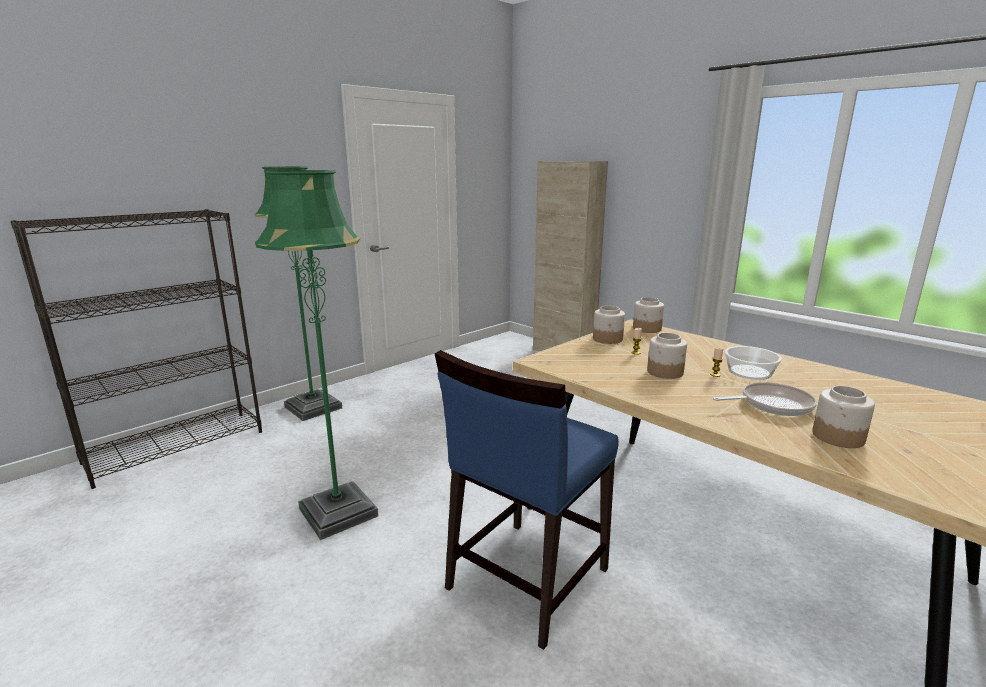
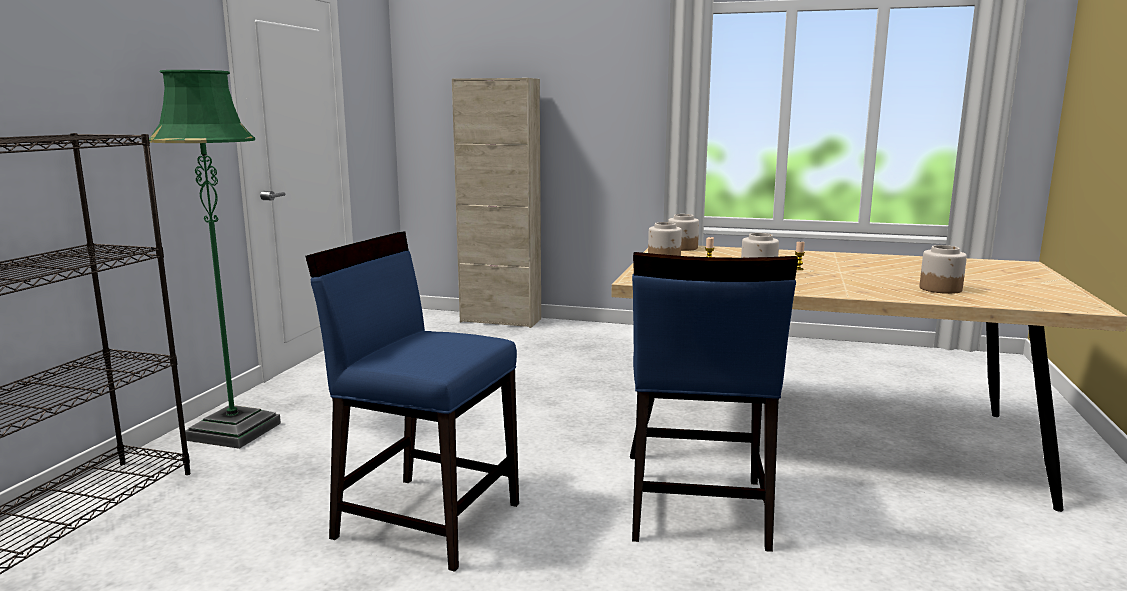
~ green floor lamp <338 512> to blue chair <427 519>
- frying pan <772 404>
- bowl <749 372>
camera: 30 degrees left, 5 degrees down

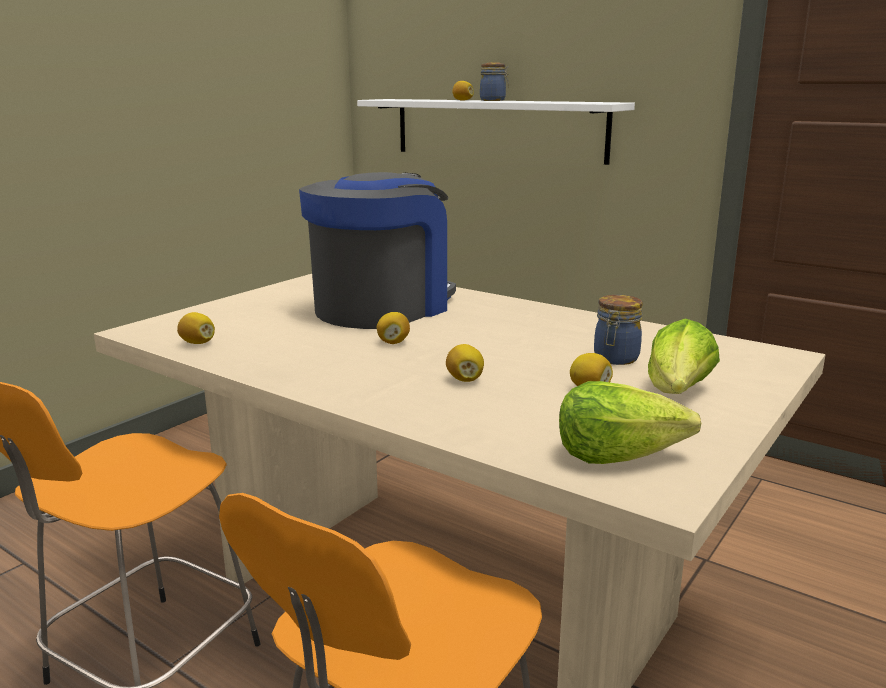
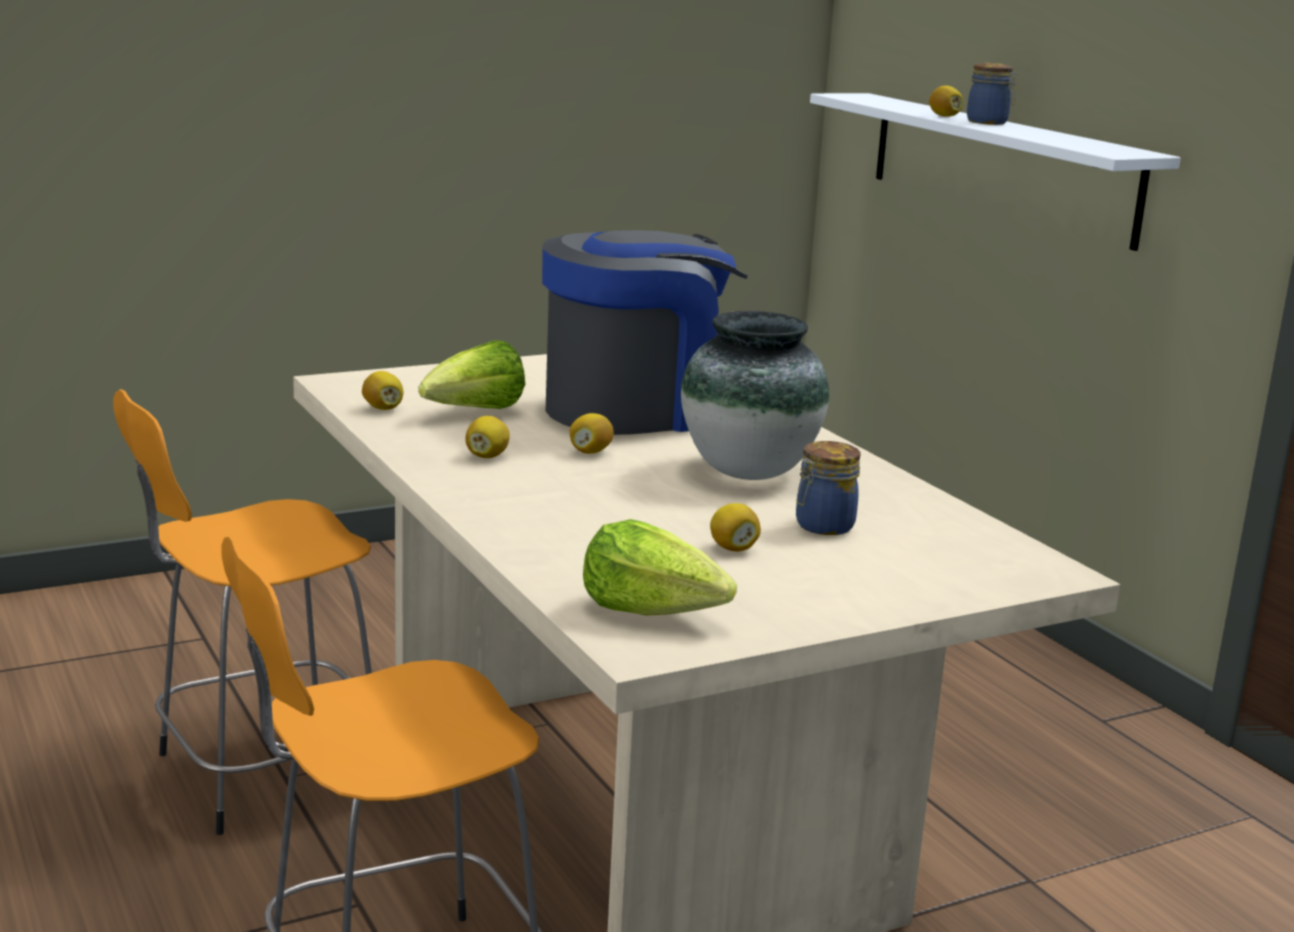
~ lettuce <678 394> to <475 412>
~ lemon <465 379> to <487 456>
+ vase <748 471>
camera: 25 degrees right, 0 degrees up

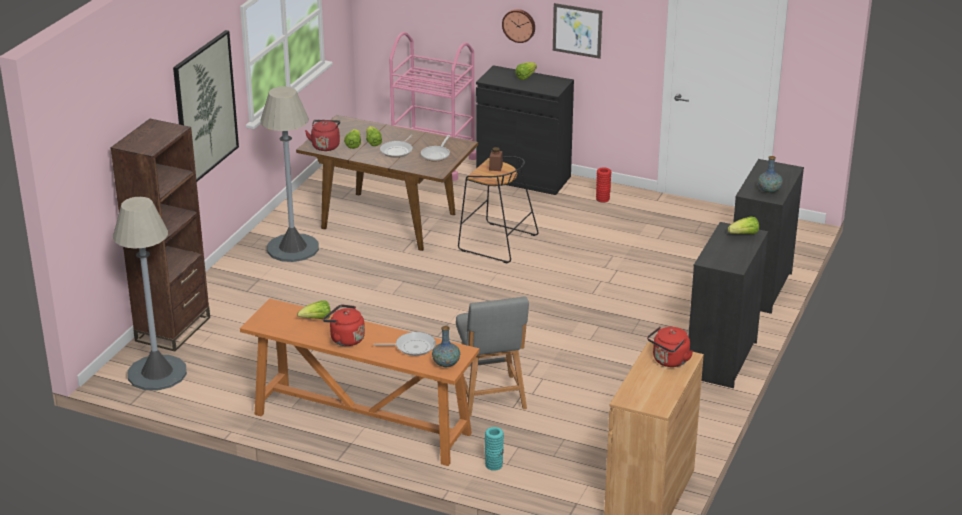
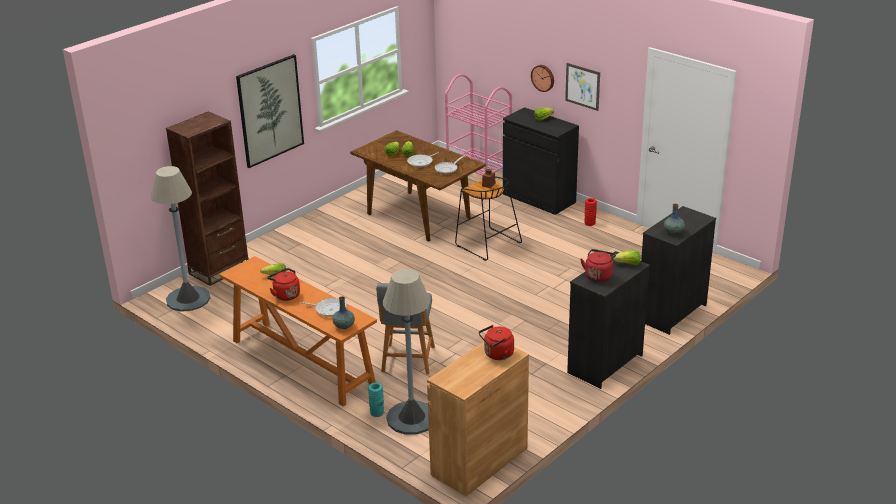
~ grey floor lamp <293 248> to <412 418>
~ red kettle <325 145> to <598 275>
camera: 20 degrees right, 0 degrees up

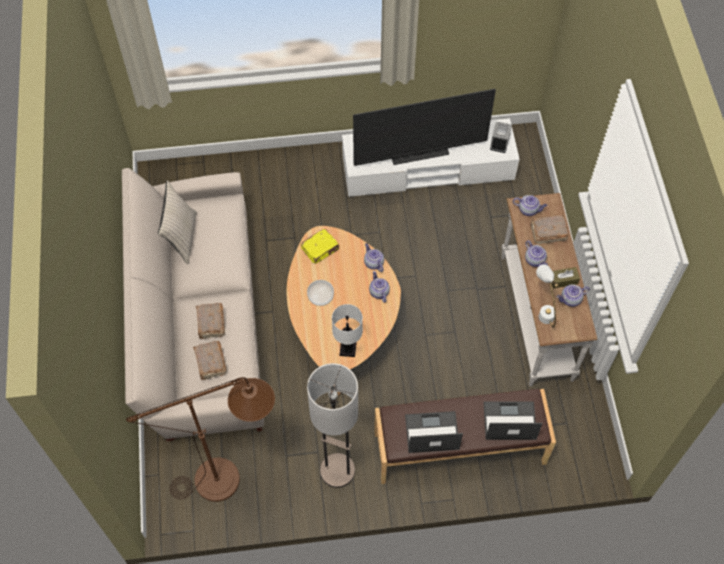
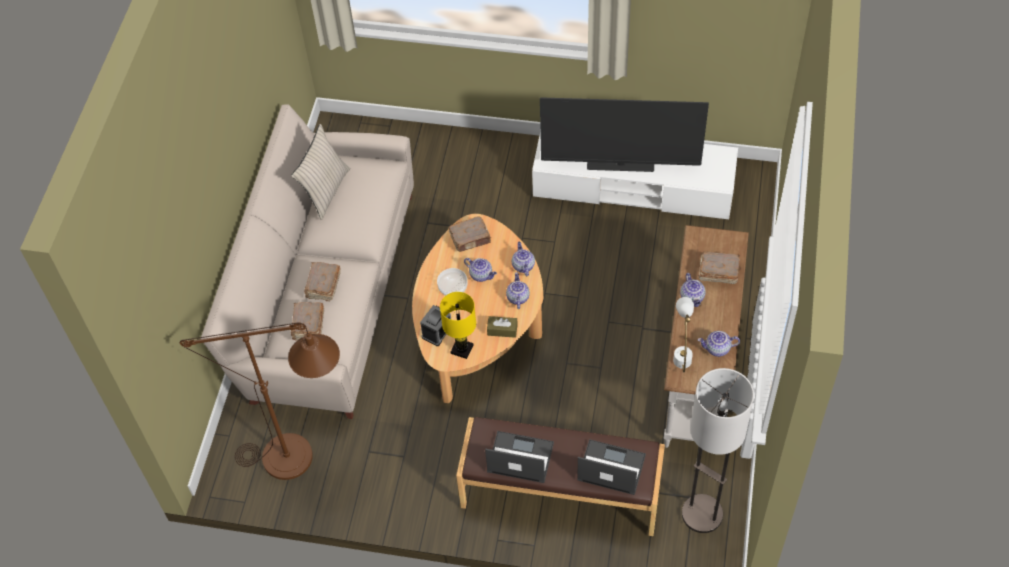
~ alarm clock <499 142> to <437 331>
~ white table lamp <347 349> to yellow table lamp <462 349>
~ yellow book <320 249> to brown book <470 238>
~ teapot <528 209> to <481 275>
~ brown tissue box <563 280> to <502 330>
~ floor lamp <337 470> to <702 514>
camera: 20 degrees right, 5 degrees down

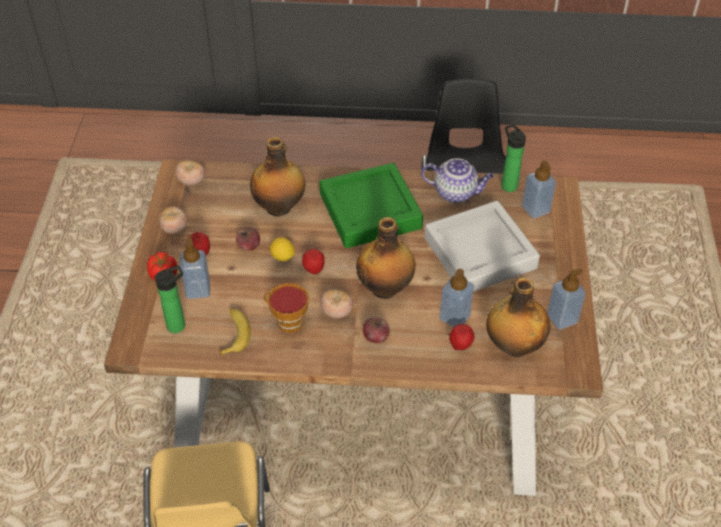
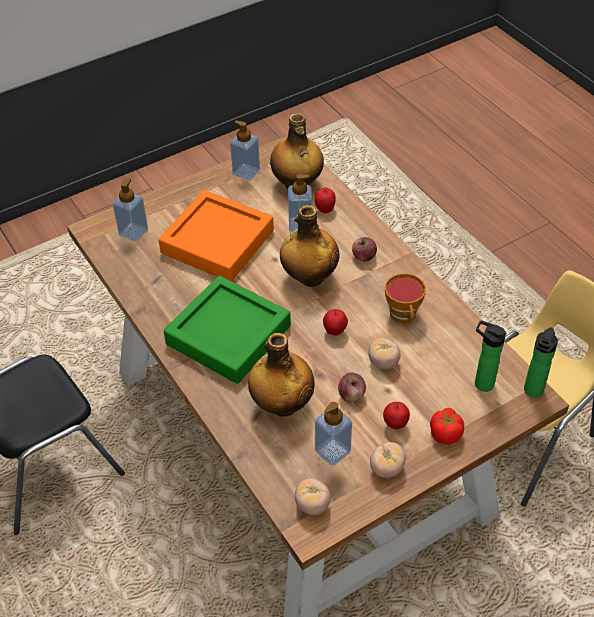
~ grey tray <480 253> to orange tray <217 242>
~ soap dispenser <198 290> to <332 451>
~ tomato <336 312> to <383 362>
~ bottle <507 184> to <532 392>
- banana <234 334>
- lemon <282 257>
- teapot <456 193>
camera: 125 degrees left, 0 degrees up

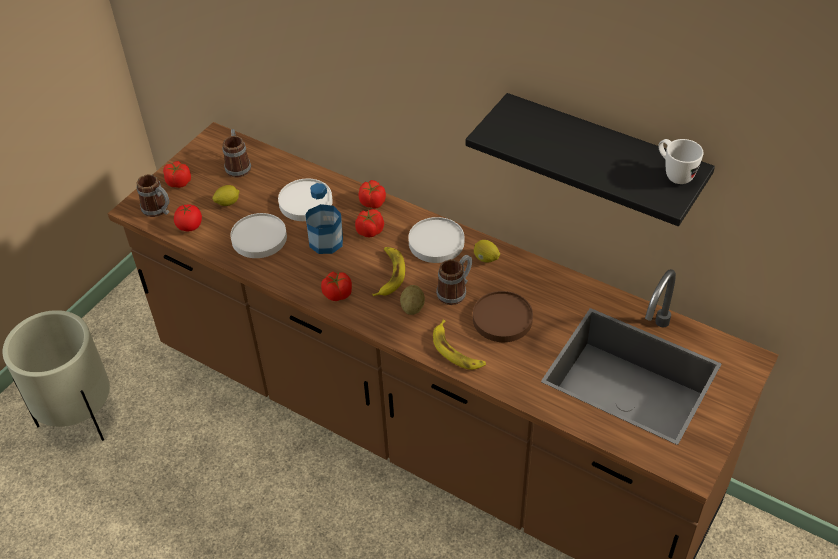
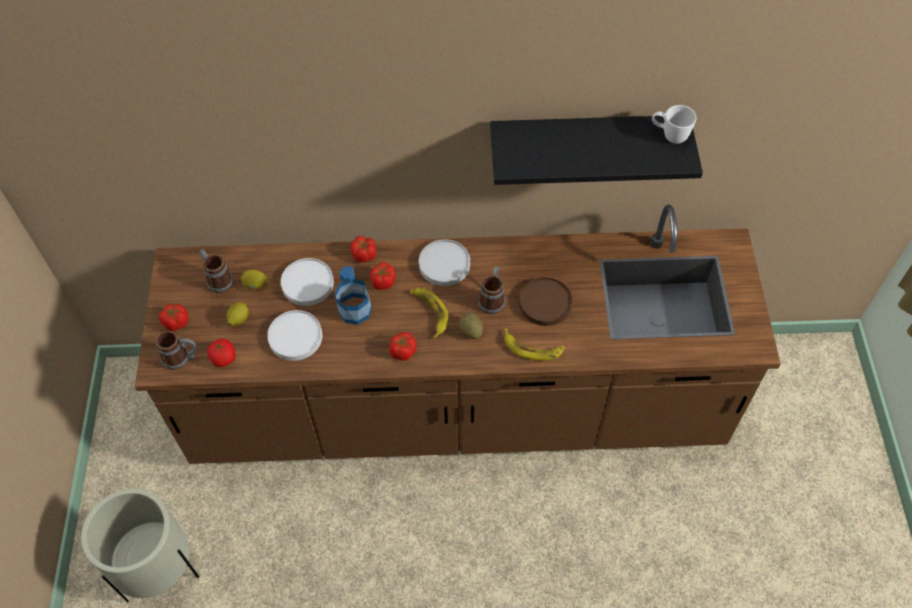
~ lemon <486 259> to <255 285>
camera: 35 degrees left, 10 degrees up

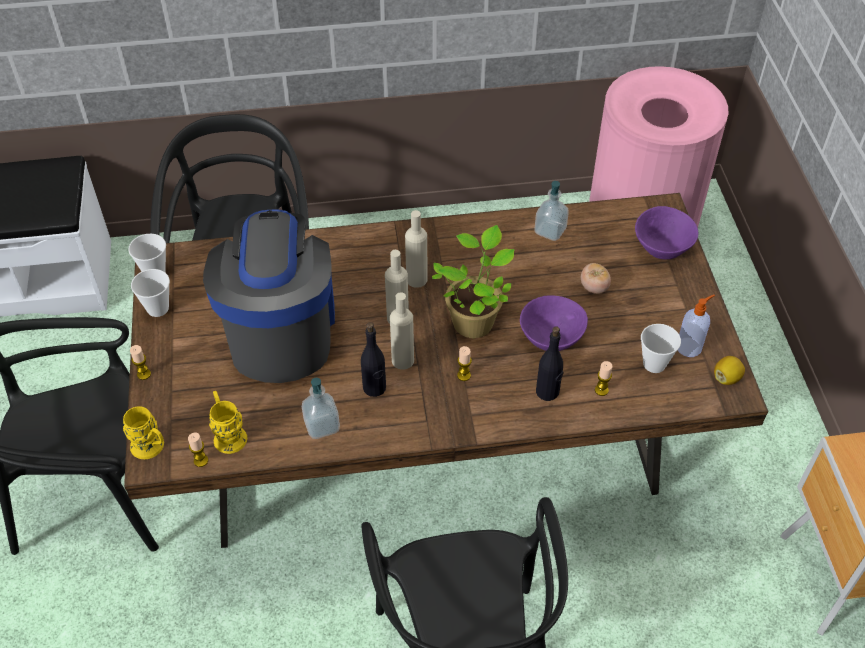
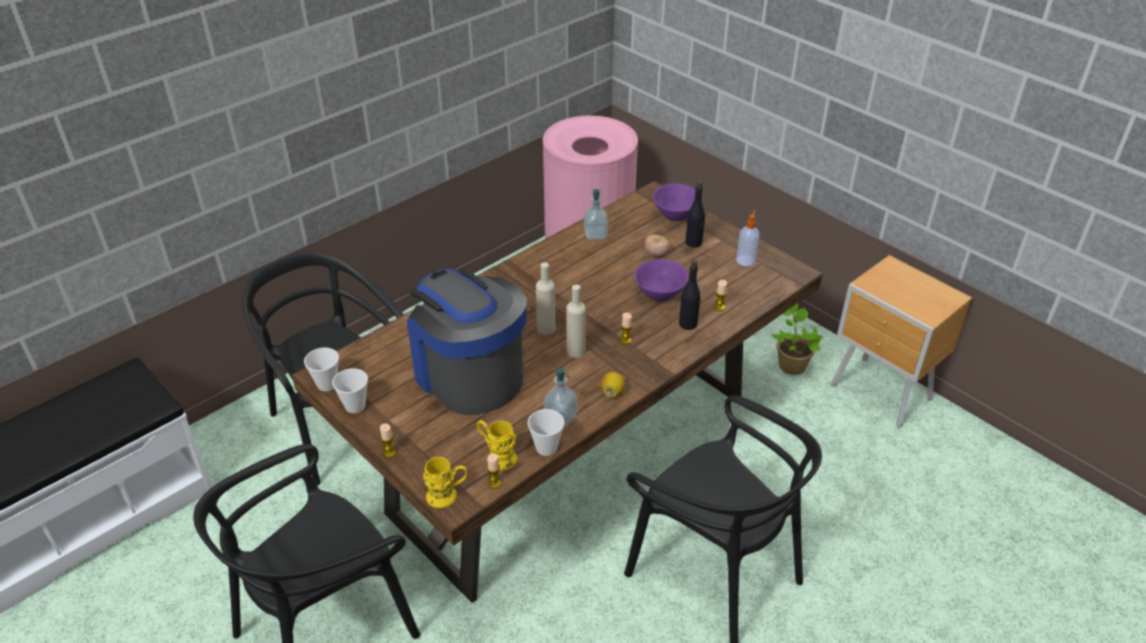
~ cup <654 364> to <546 448>
~ lemon <726 378> to <612 392>
~ black bottle <374 388> to <694 243>
~ potted plant <474 320> to <791 364>
- beige bottle <416 279>
camera: 35 degrees left, 10 degrees down

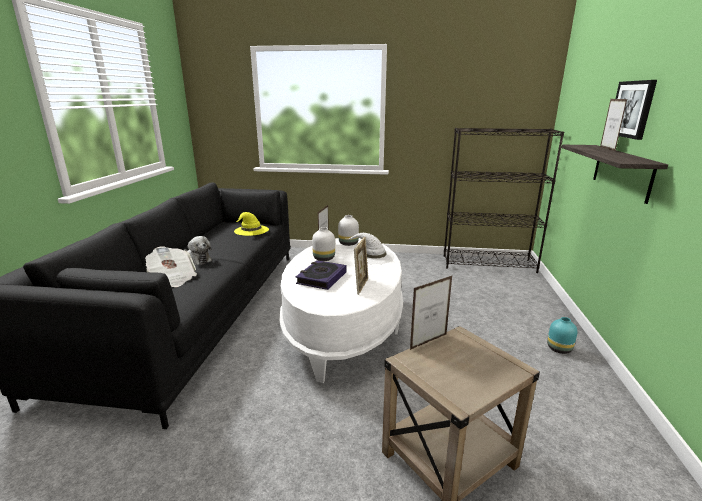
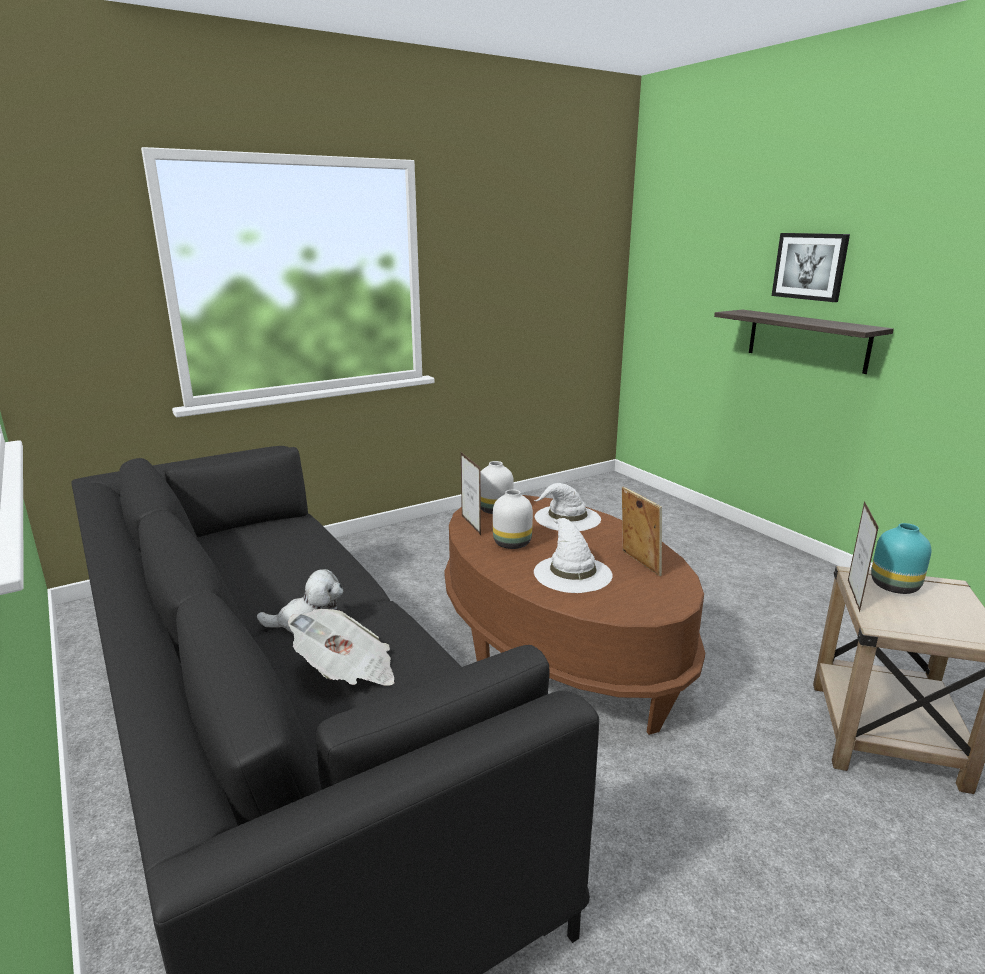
~ white coffee table <343 328> to brown coffee table <559 647>
~ book <321 278> to white hat <571 573>
~ turquoise vase <558 349> to <893 587>
- yellow hat <251 230>
- black bookcase <489 264>
- picture frame <607 149>
camera: 40 degrees left, 0 degrees up

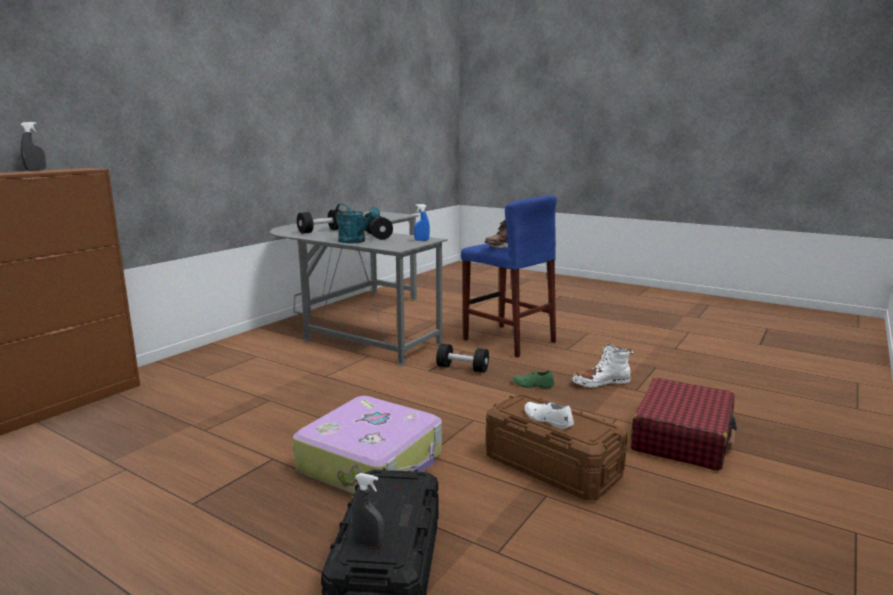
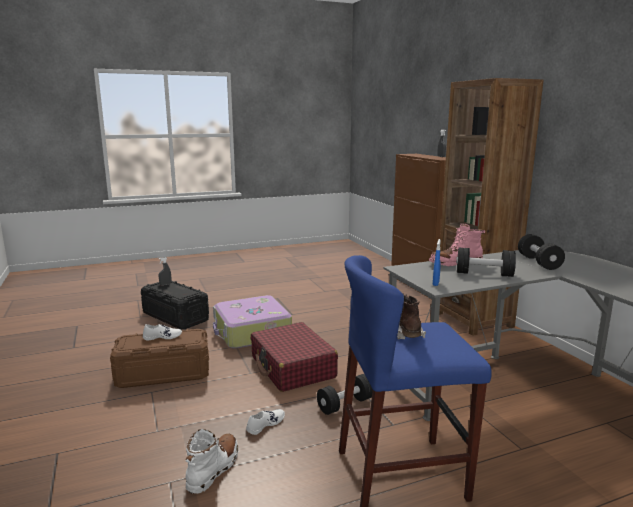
~ green shoe <533 385> to white shoe <265 424>
~ red suitcase <682 438> to <292 367>
~ turquoise watering can <356 241> to pink boot <455 263>
+ brown bookcase <473 320>
camera: 125 degrees right, 0 degrees up

